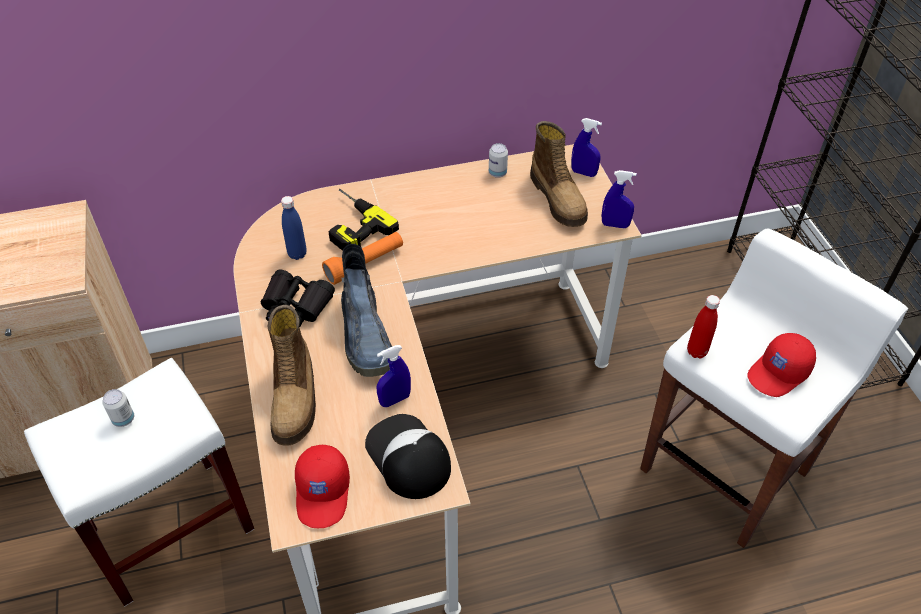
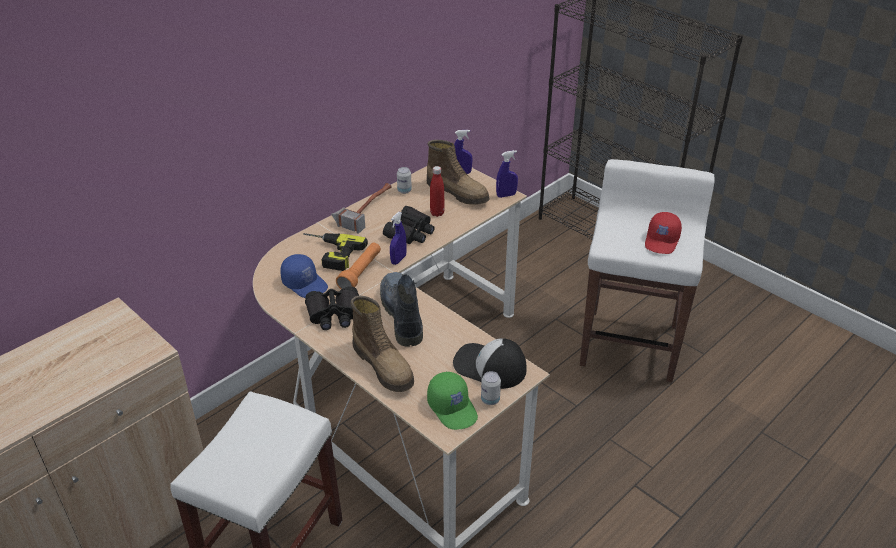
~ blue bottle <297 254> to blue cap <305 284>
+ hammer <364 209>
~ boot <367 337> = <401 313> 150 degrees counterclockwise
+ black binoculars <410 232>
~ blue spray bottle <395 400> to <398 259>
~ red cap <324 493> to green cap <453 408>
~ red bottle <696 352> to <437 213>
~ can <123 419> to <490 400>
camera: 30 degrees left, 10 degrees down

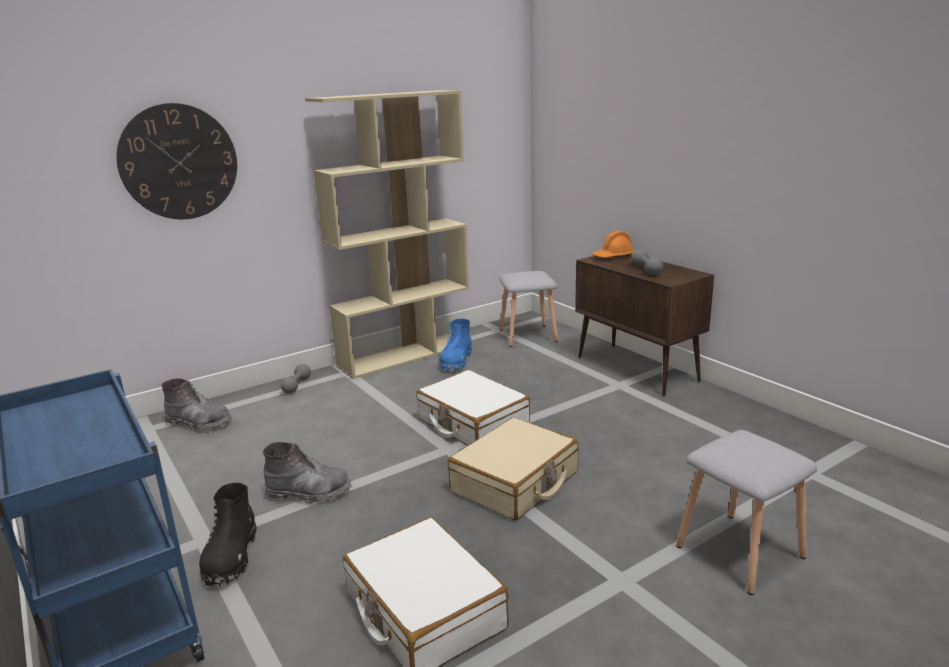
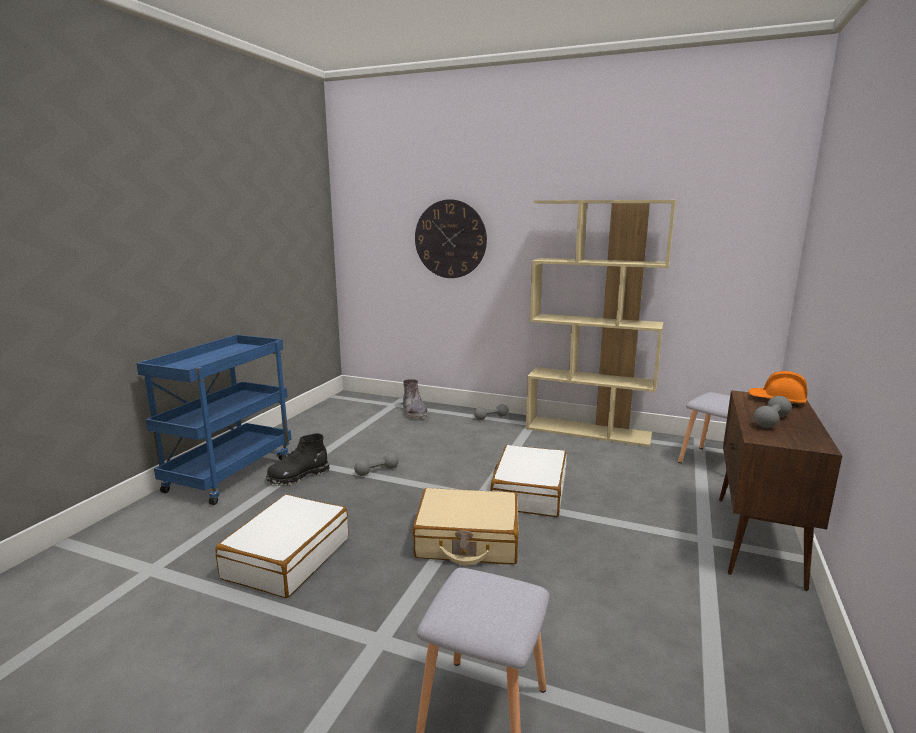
~ grey boot <309 493> to grey dumbbell <377 471>
- blue boot <456 361>
camera: 55 degrees right, 5 degrees down

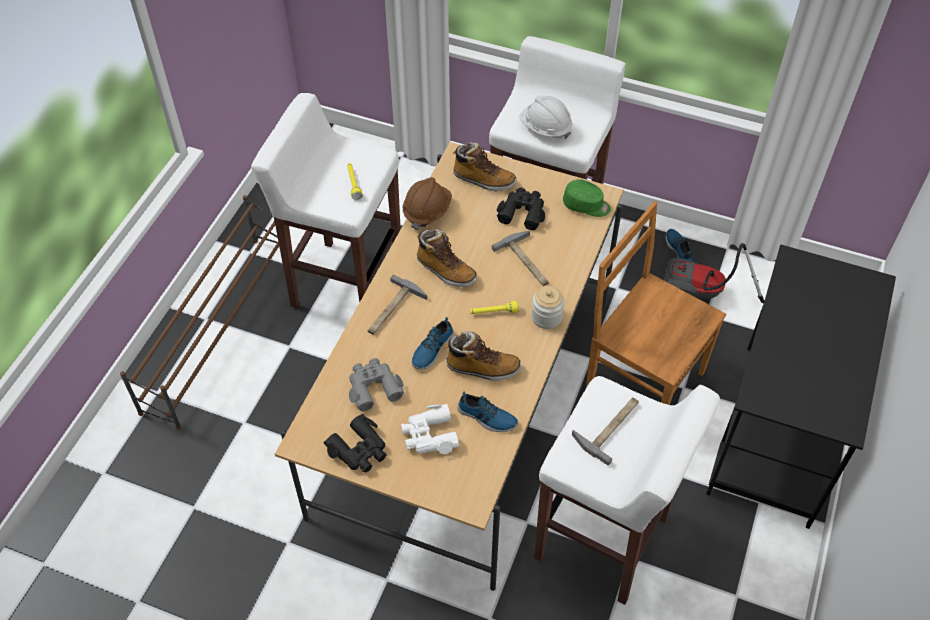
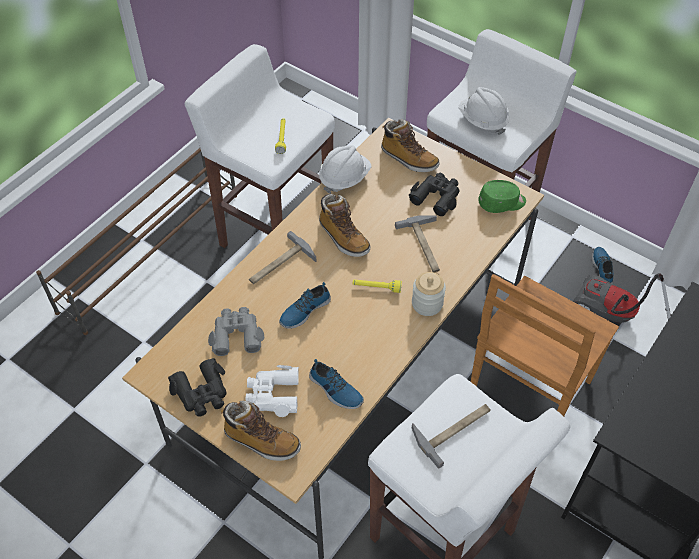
~ boot <482 368> to <261 441>
~ brown hard hat <427 211> to white hard hat <344 178>
~ brown chair <641 381> = <528 389> 105 degrees counterclockwise
~ green cap <586 205> = <502 203> 45 degrees counterclockwise
camera: 15 degrees right, 0 degrees up

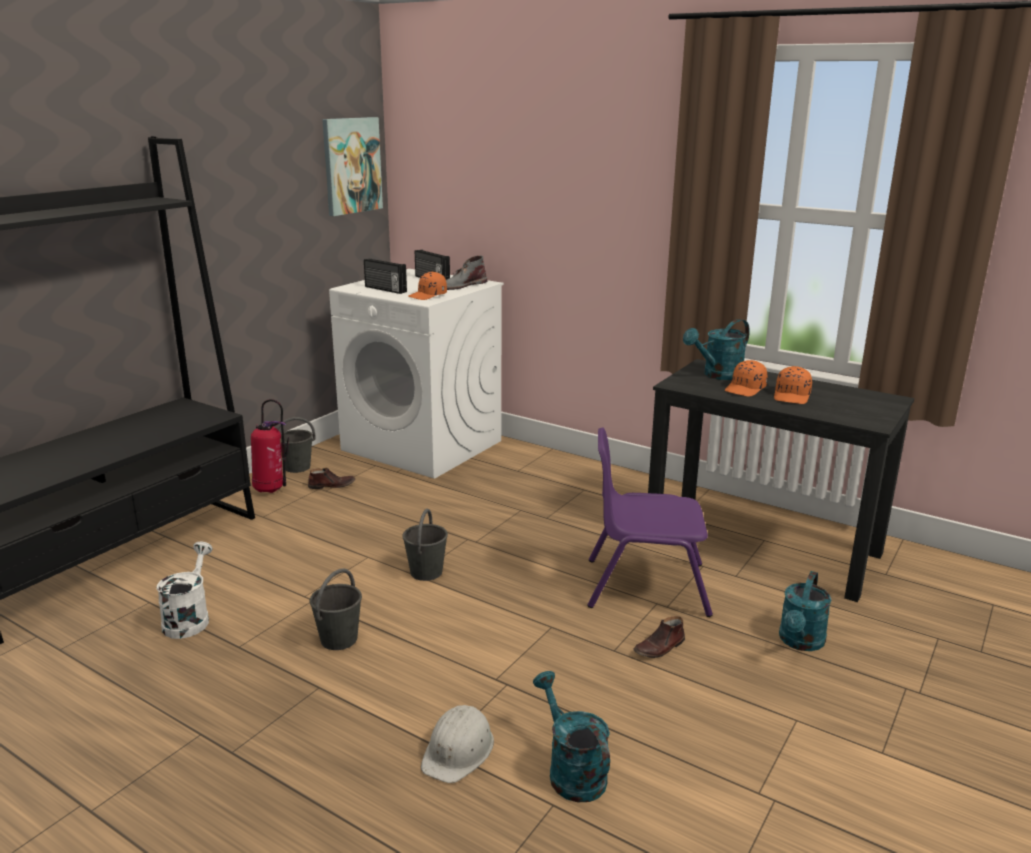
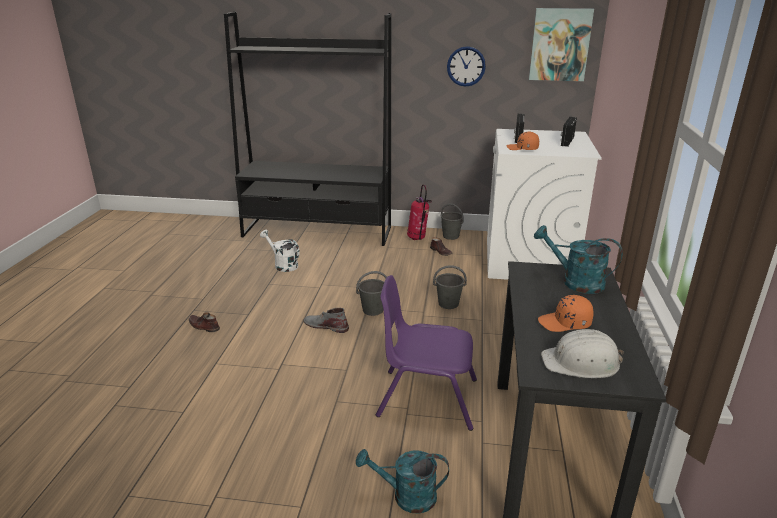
~ brown shoe <659 648> to <203 326>
~ white watering can <189 619> = <283 265> 120 degrees counterclockwise
~ grey boot <462 285> to <326 325>
~ purple chair <646 586> = <427 398> 60 degrees counterclockwise
~ grey bucket <339 639> to <449 304>
+ wall clock <466 66>
~ white hard hat <459 750> to <581 362>
- turquoise watering can <571 771>
- orange cap <745 389>
camera: 65 degrees right, 5 degrees up

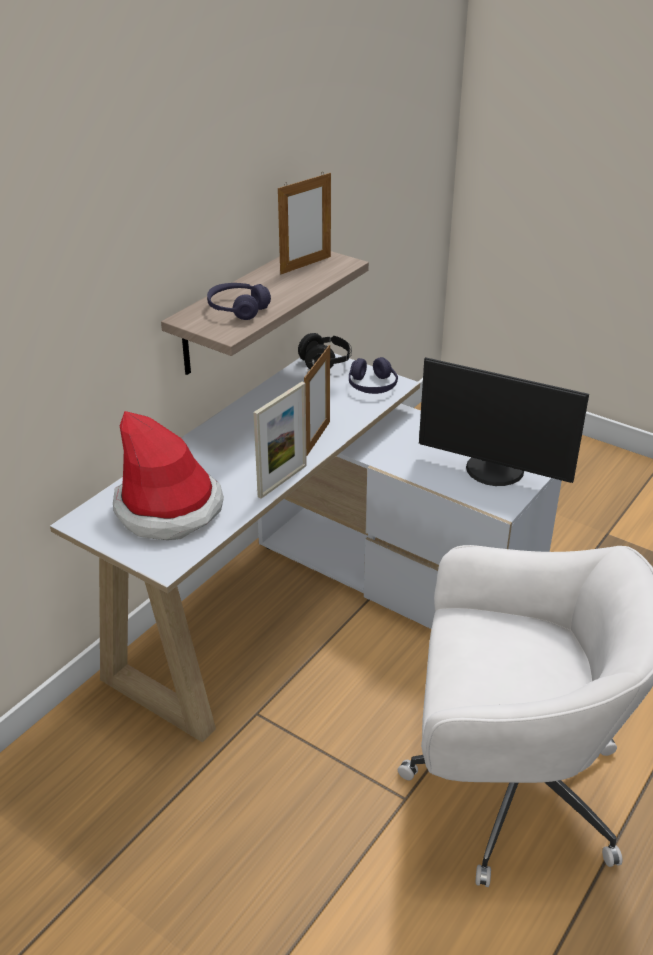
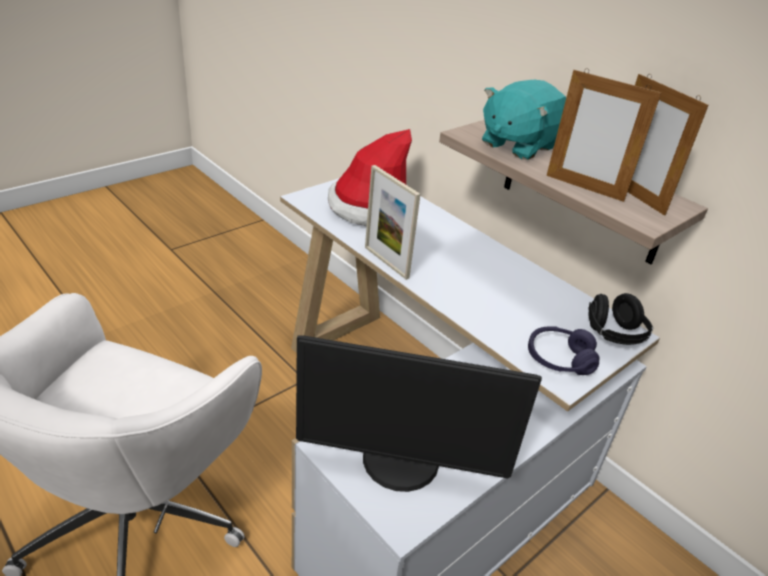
~ monitor <494 471> = <400 463> 120 degrees counterclockwise
~ purple headphones <238 309> to turquoise plush toy <517 145>
~ picture frame <317 439> to <584 188>
camera: 100 degrees right, 0 degrees up

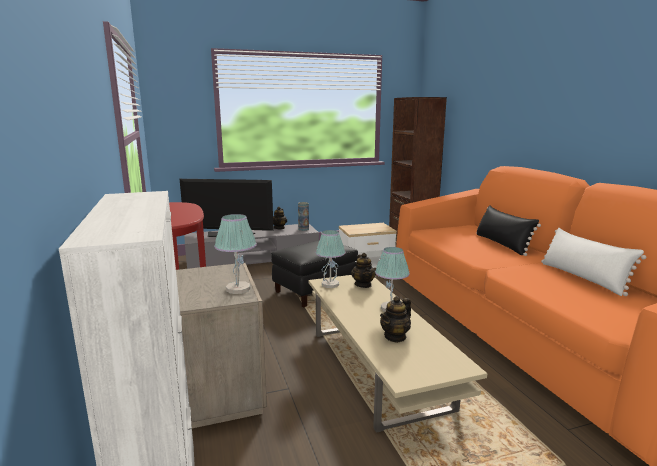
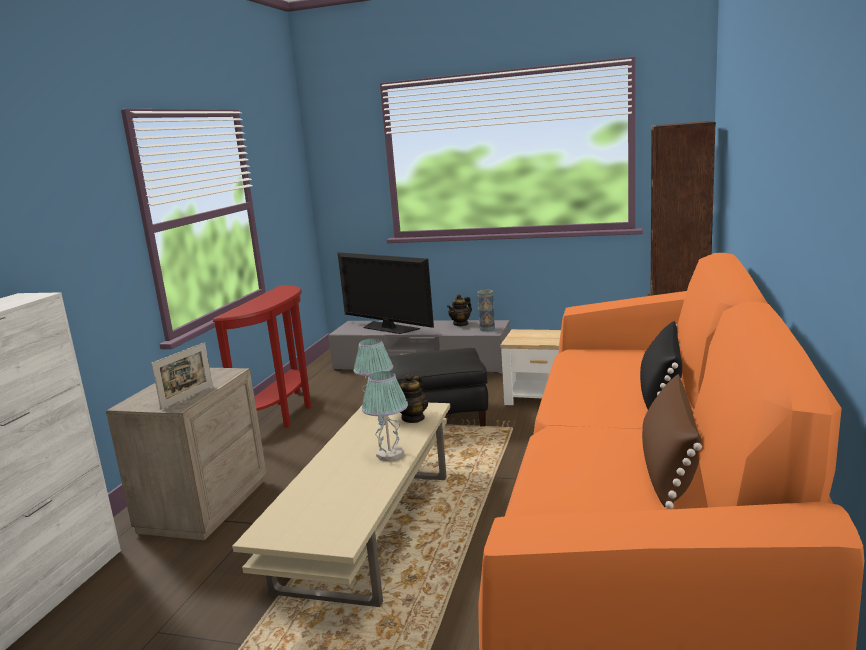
~ table lamp <238 289> to picture frame <187 397>
~ white pillow <583 278> to brown pillow <669 467>
- teapot <395 336>
camera: 35 degrees right, 0 degrees up

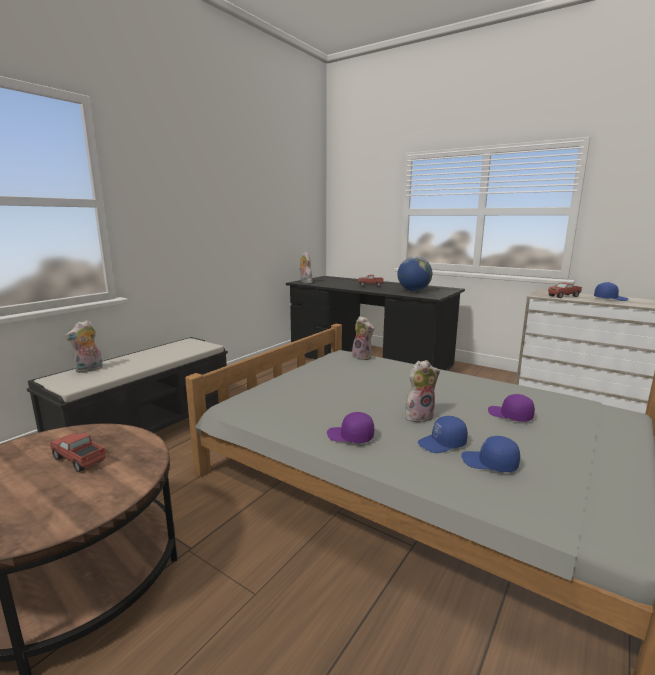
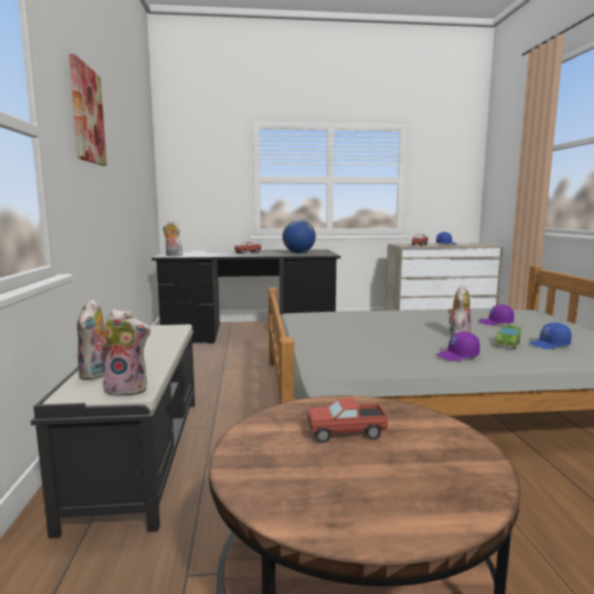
+ picture <87 115>
~ plush toy <363 357> to <129 389>
~ blue cap <442 444> to green toy car <508 344>
camera: 40 degrees left, 5 degrees down

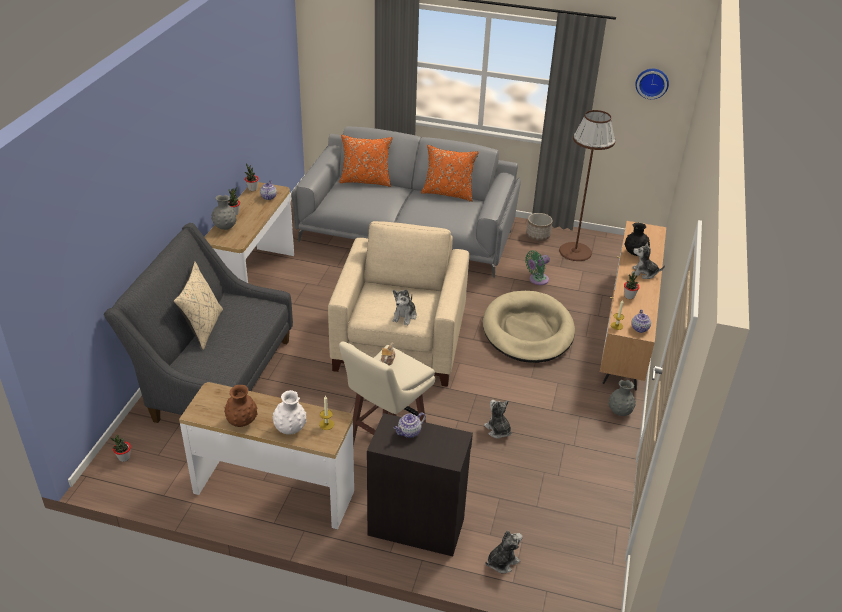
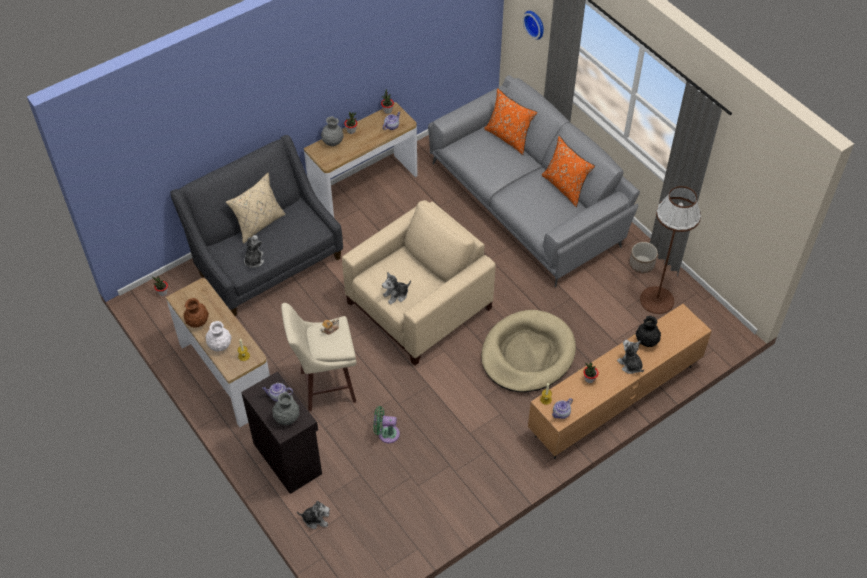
~ plush toy <498 430> to <254 260>
~ grey vase <619 412> to <287 418>
~ green fan <537 280> to <386 433>
~ wall clock <652 82> to <535 24>
camera: 40 degrees right, 15 degrees up

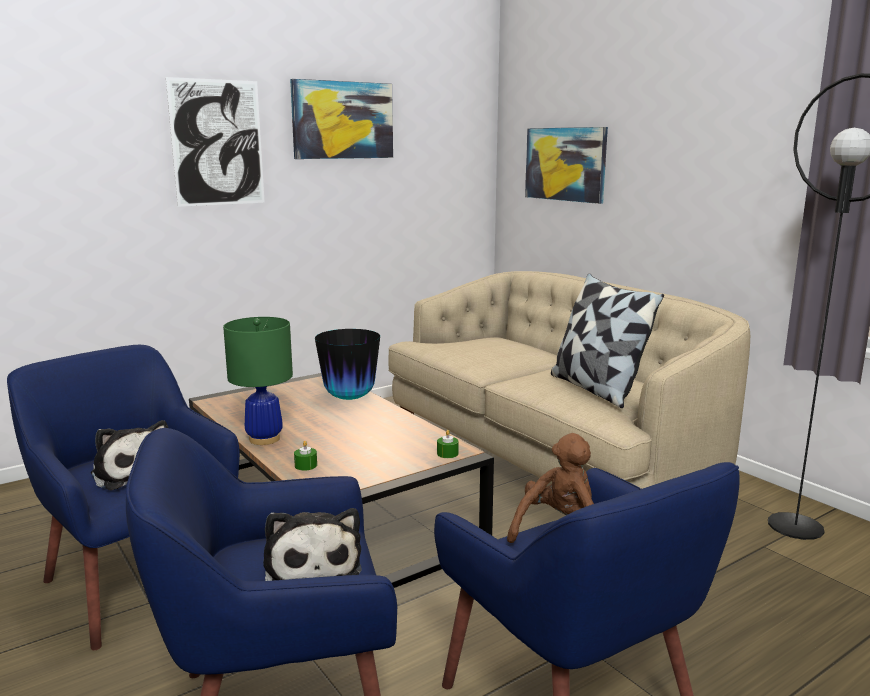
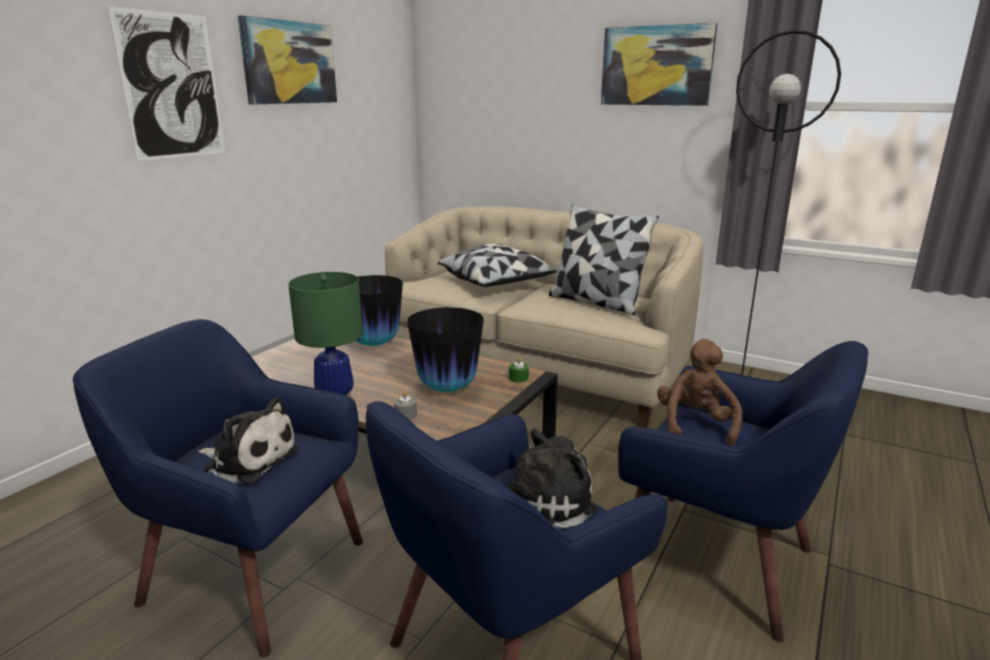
~ green candle <306 465> to grey candle <406 414>
+ vase <447 388>
+ pillow <497 283>
~ plush toy <311 566> = <541 504> 75 degrees counterclockwise
~ picture <565 164> to <656 66>
camera: 25 degrees left, 5 degrees up

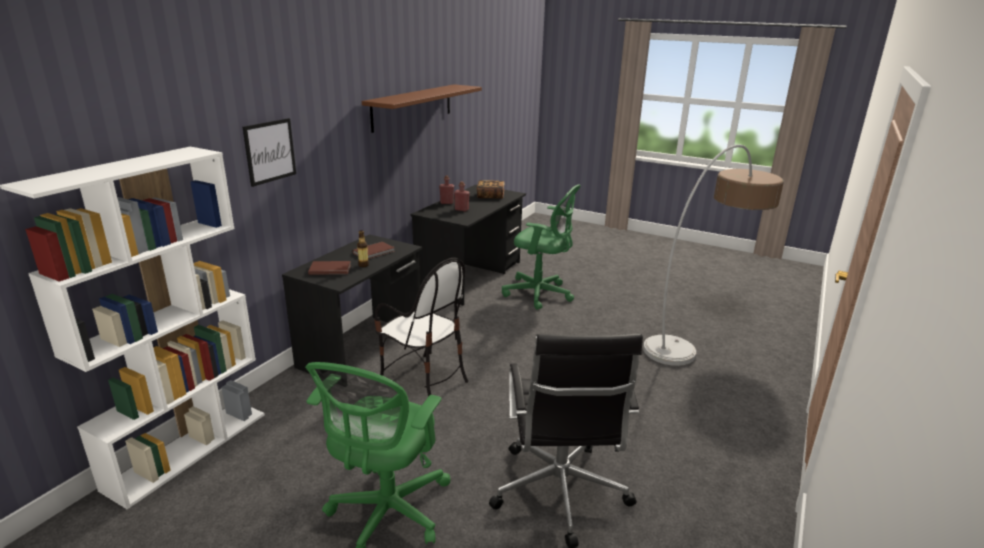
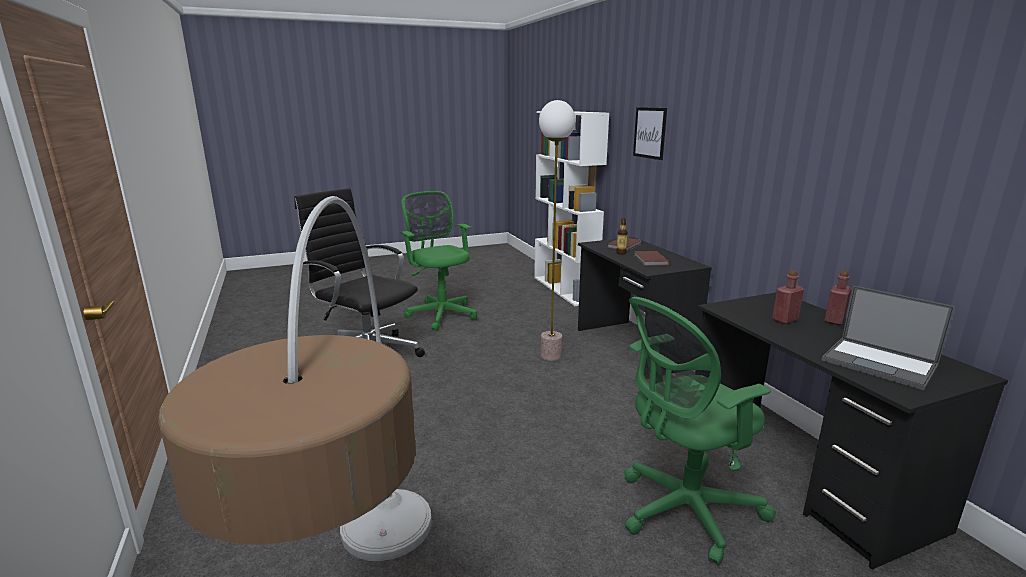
~ chair <424 379> to floor lamp <550 355>
~ book <490 196> to laptop <880 363>
- brown shelf <413 107>
camera: 130 degrees right, 5 degrees down

